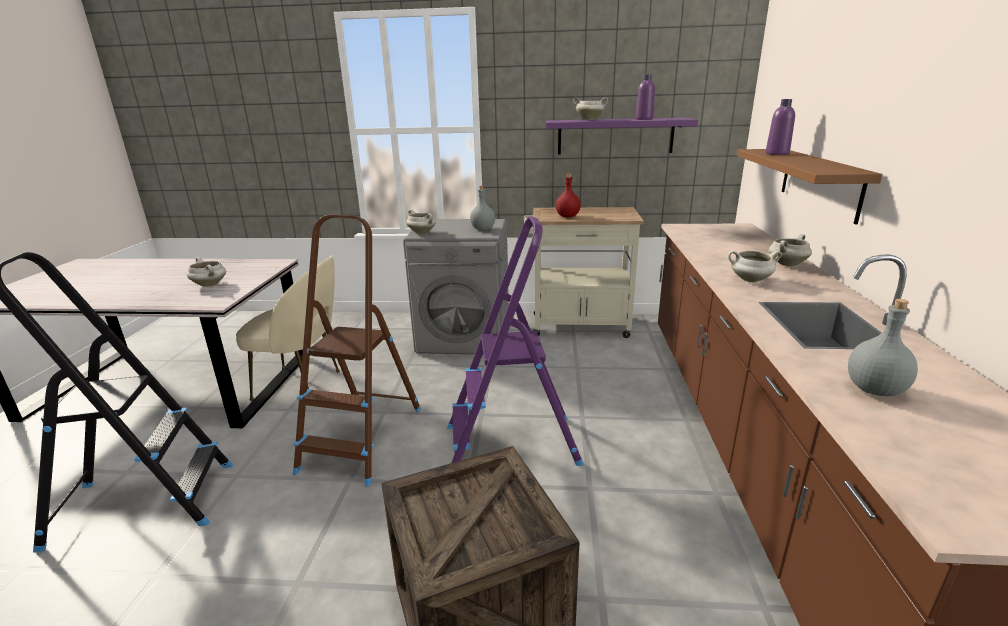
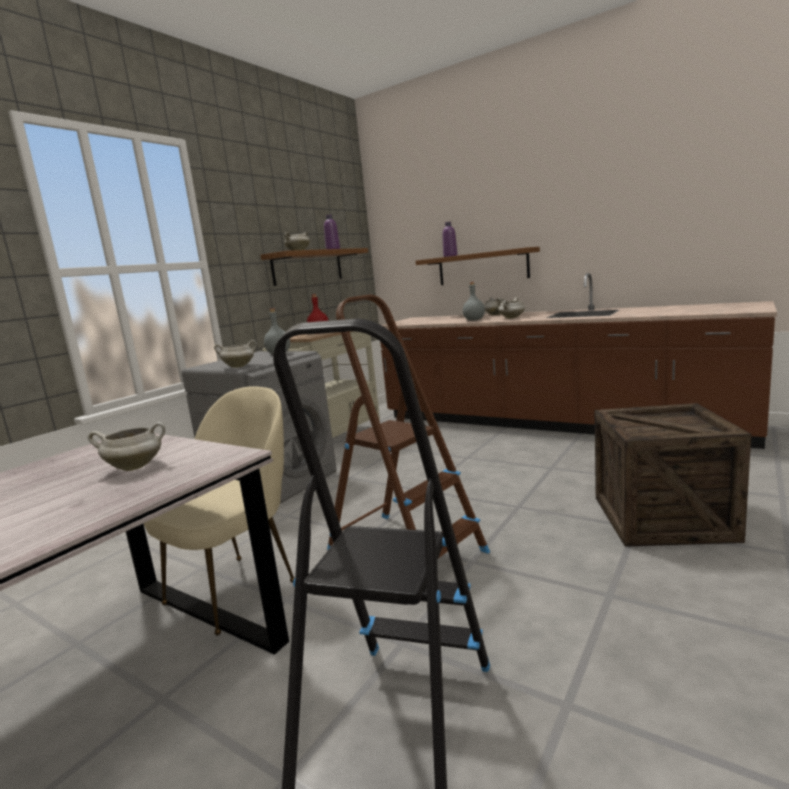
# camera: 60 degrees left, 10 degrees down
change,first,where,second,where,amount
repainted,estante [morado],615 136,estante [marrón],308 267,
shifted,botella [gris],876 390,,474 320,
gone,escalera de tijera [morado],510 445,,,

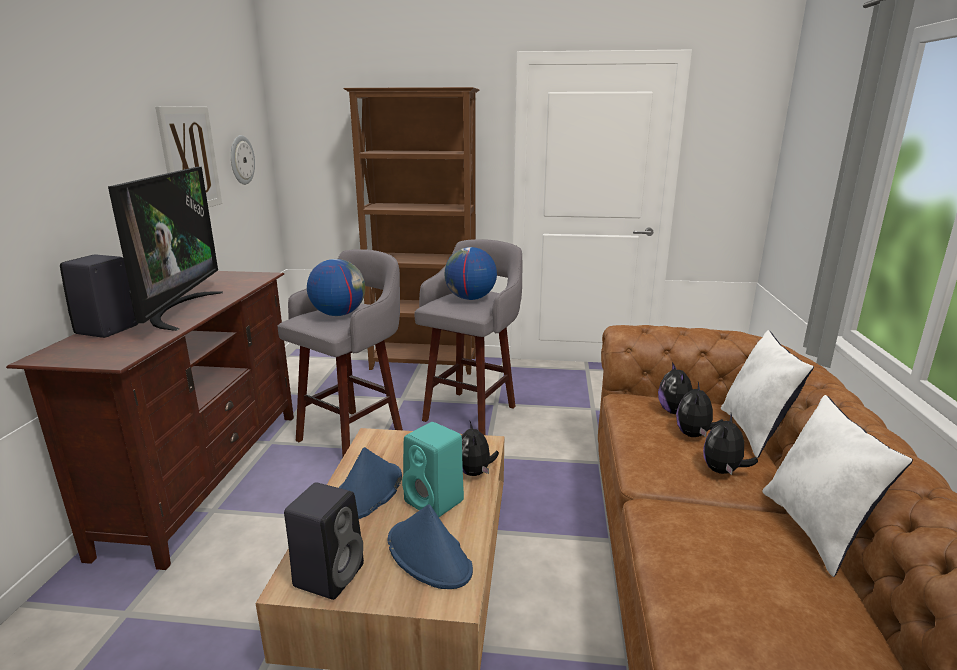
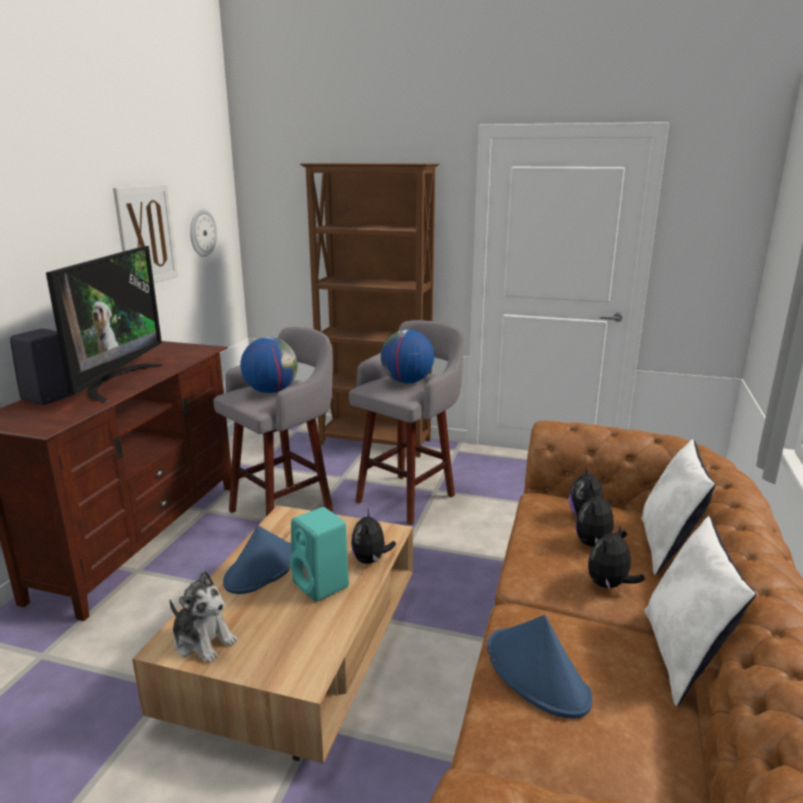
# camera: 10 degrees right, 0 degrees up
change,first,where,second,where,amount
swapped,altavoz [negro],330 574,peluche,203 641,
shifted,sombrero [azul],429 555,,537 673,

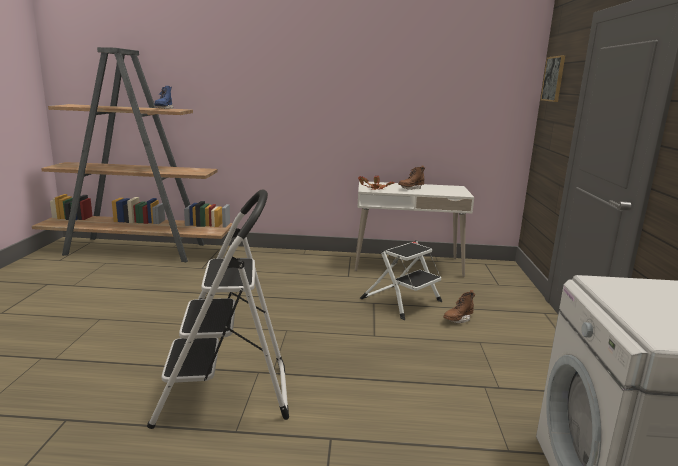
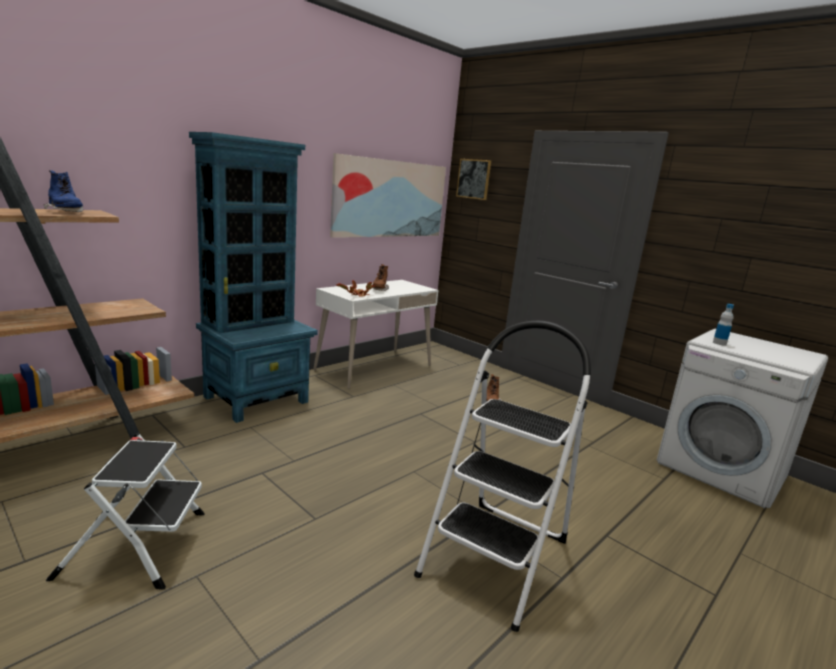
# camera: 50 degrees left, 0 degrees up
change,first,where,second,where,amount
shifted,escalera de tijera,401 301,,135 546,
new,,,armario [azul],257 400,
new,,,cuadro,391 199,
new,,,botella,719 343,

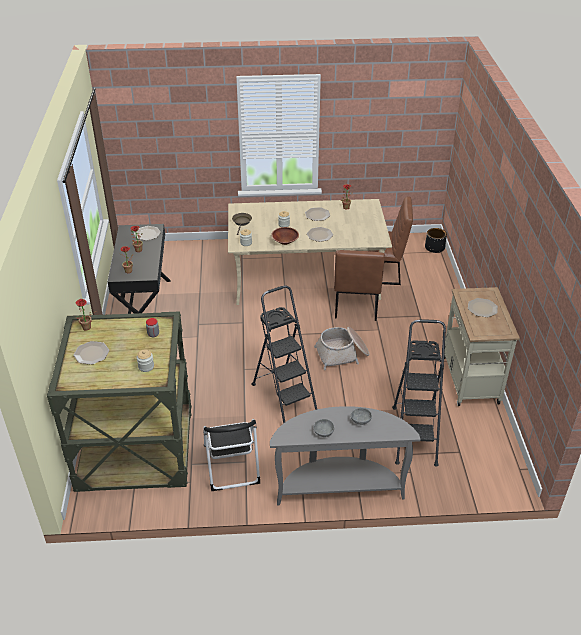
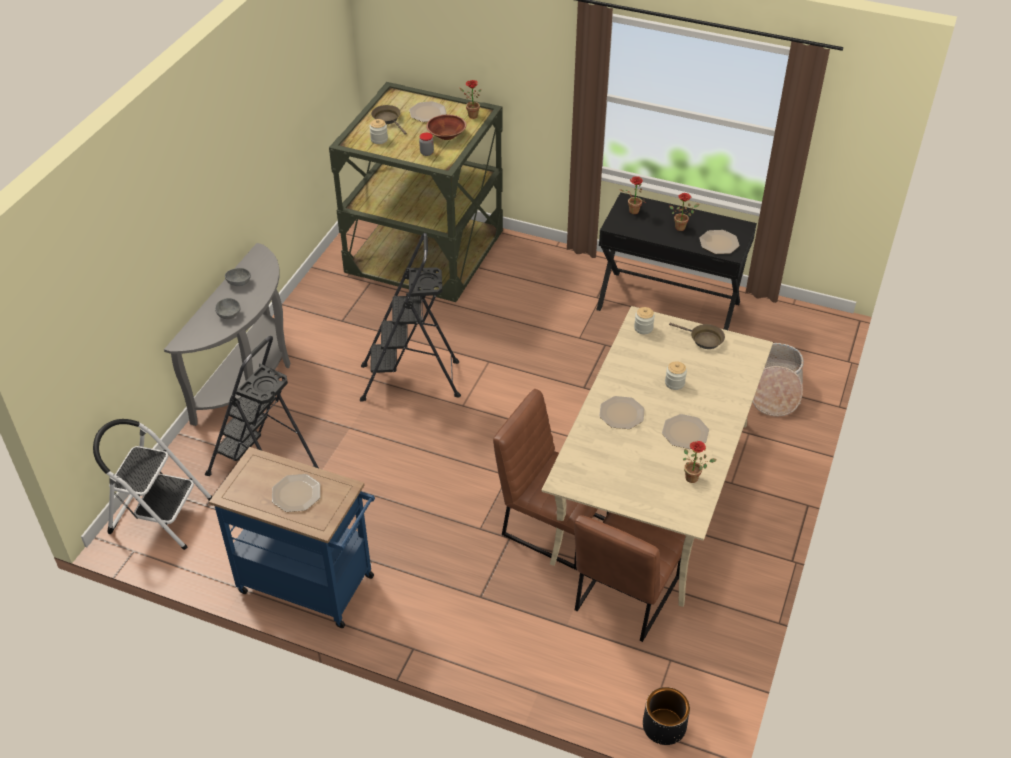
# camera: 115 degrees right, 5 degrees up
change,first,where,second,where,amount
shifted,escalera de tijera,231 466,,158 515,
repainted,carrito [beis],469 378,carrito [azul],310 586,
new,,,sartén [marrón],388 119,
shifted,cuenco [marrón],285 241,,446 135,
shifted,cesta,342 354,,773 390,

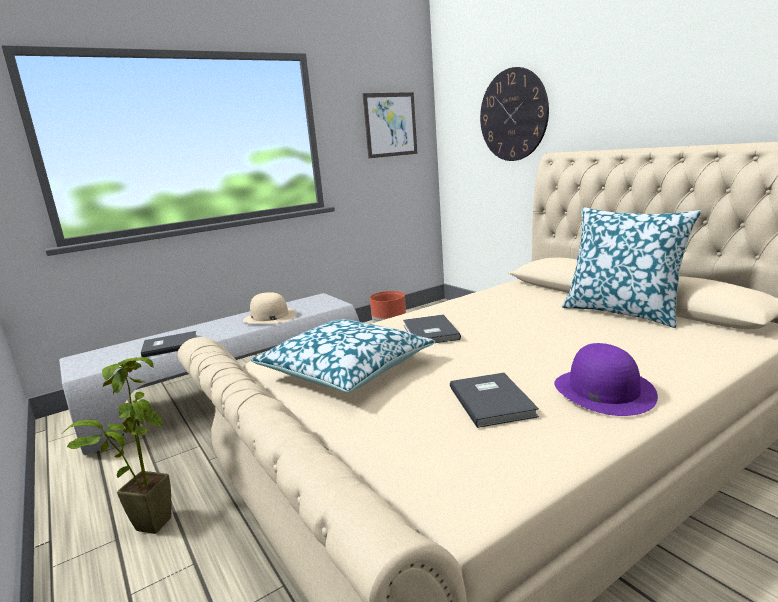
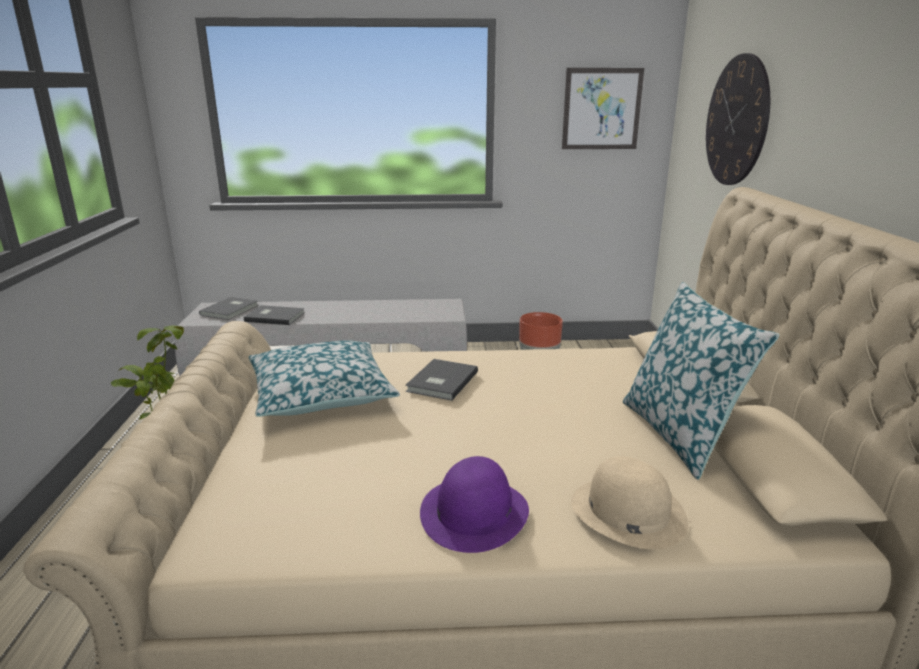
# camera: 30 degrees right, 5 degrees up
change,first,where,second,where,amount
shifted,libro [gris],493 400,,231 310,
shifted,sombrero [beis],269 317,,627 511,

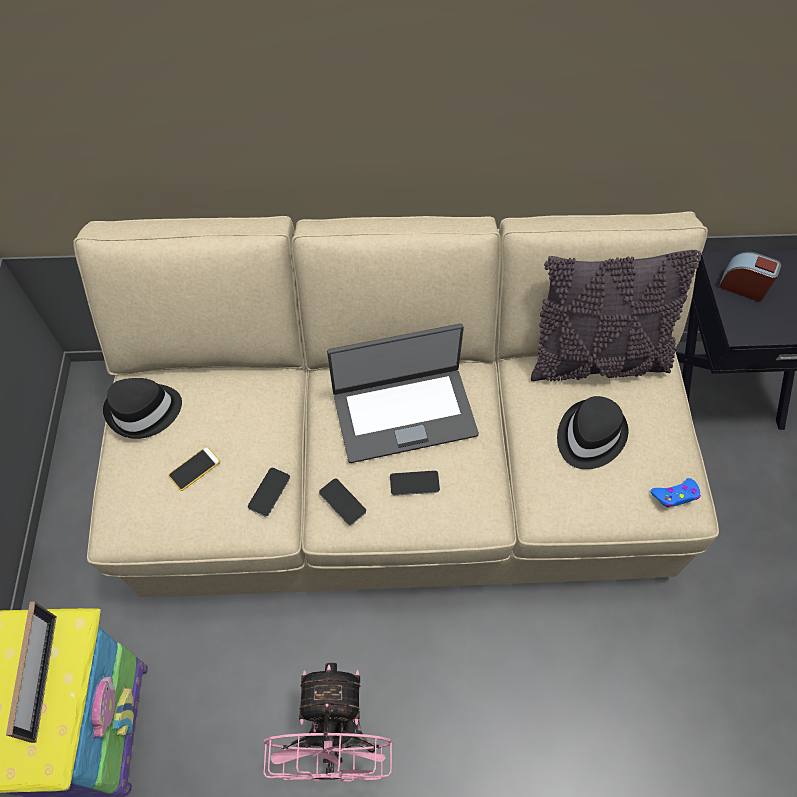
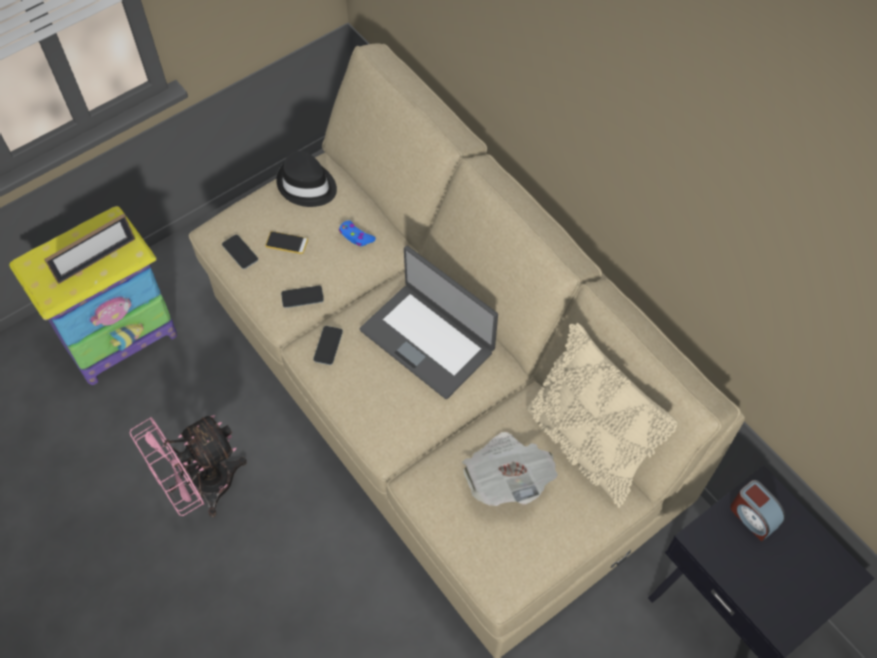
# camera: 55 degrees right, 0 degrees up
change,first,where,second,where,amount
shifted,móvil,414 483,,240 252,
shifted,mando de consola [azul],675 495,,356 237,
swapped,sombrero [negro],589 436,periódico,507 477,
repainted,cojín [negro],596 359,cojín [beis],587 446,
rotated,despertador,742 286,,753 517,150 degrees clockwise

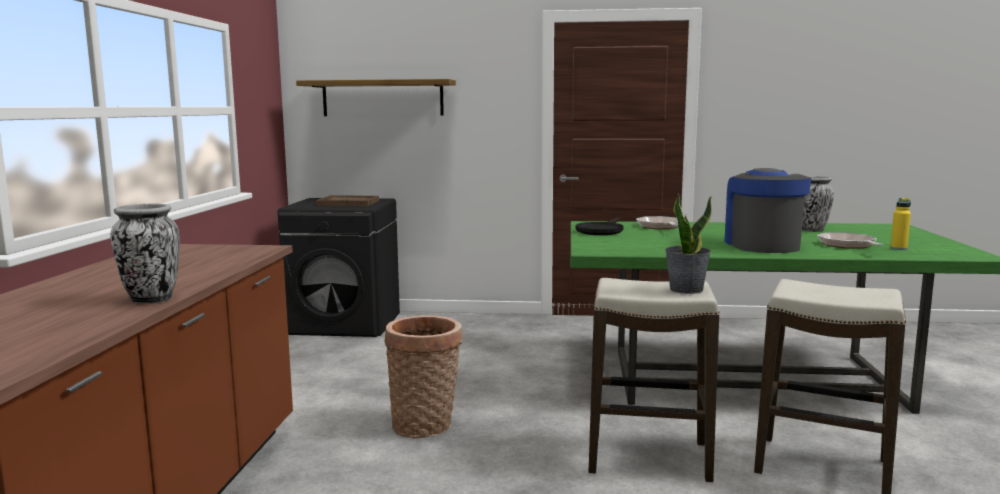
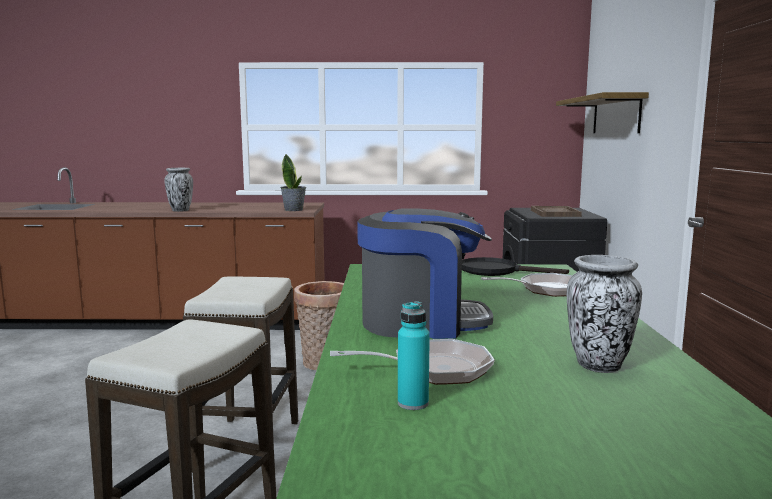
# camera: 85 degrees right, 0 degrees up
change,first,where,second,where,amount
shifted,planta en maceta,685 289,,294 210,
repainted,botella [amarillo],898 248,botella [turquesa],413 403,

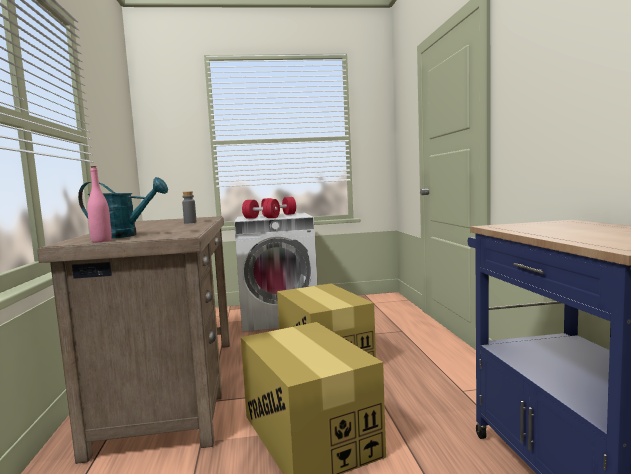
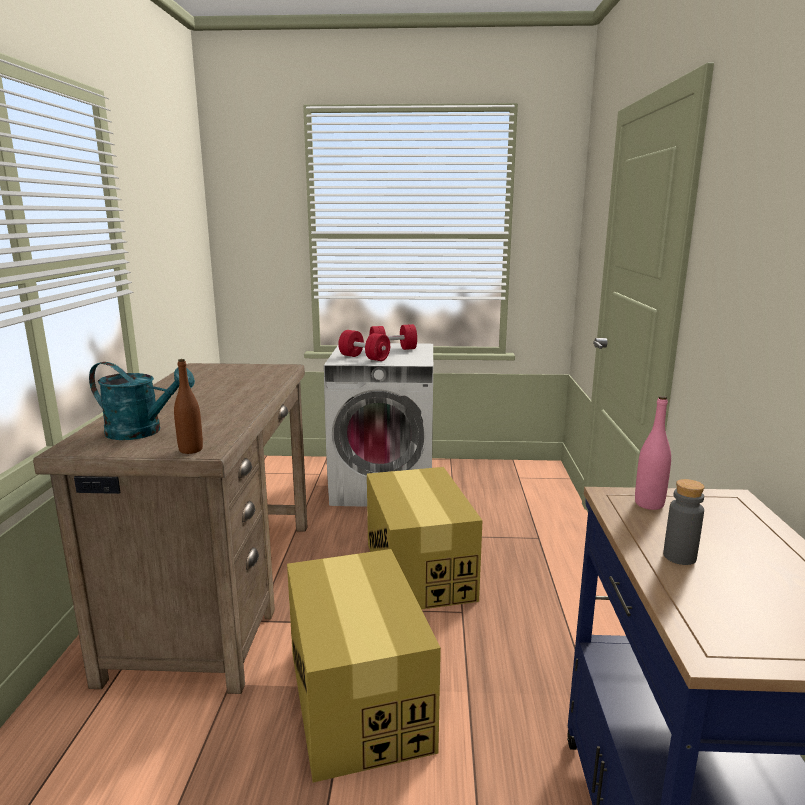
# camera: 10 degrees right, 10 degrees up
change,first,where,second,where,amount
new,,,botella [marrón],191 450,
shifted,botella [rosa],101 241,,649 504,
shifted,botella [gris],190 222,,679 557,

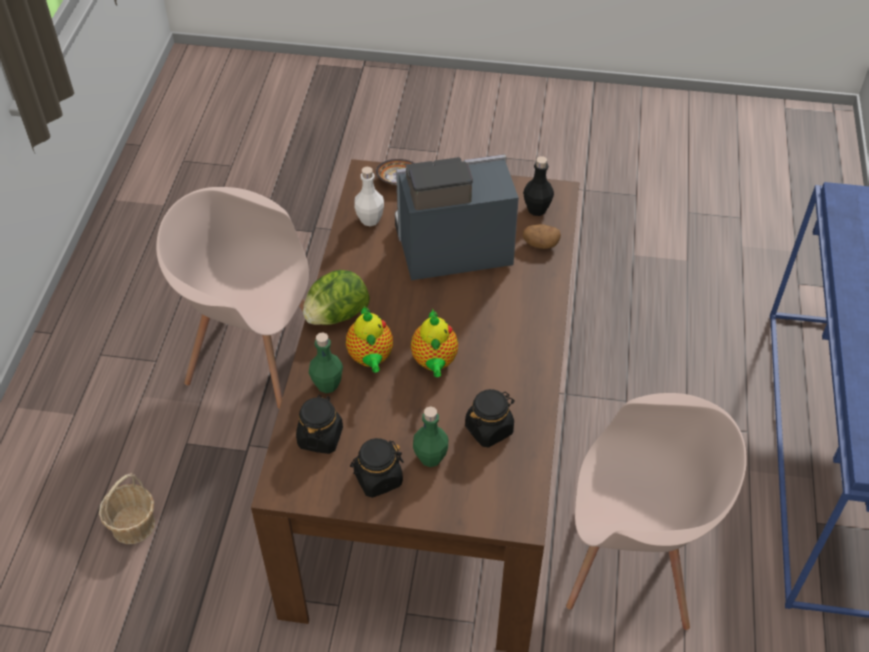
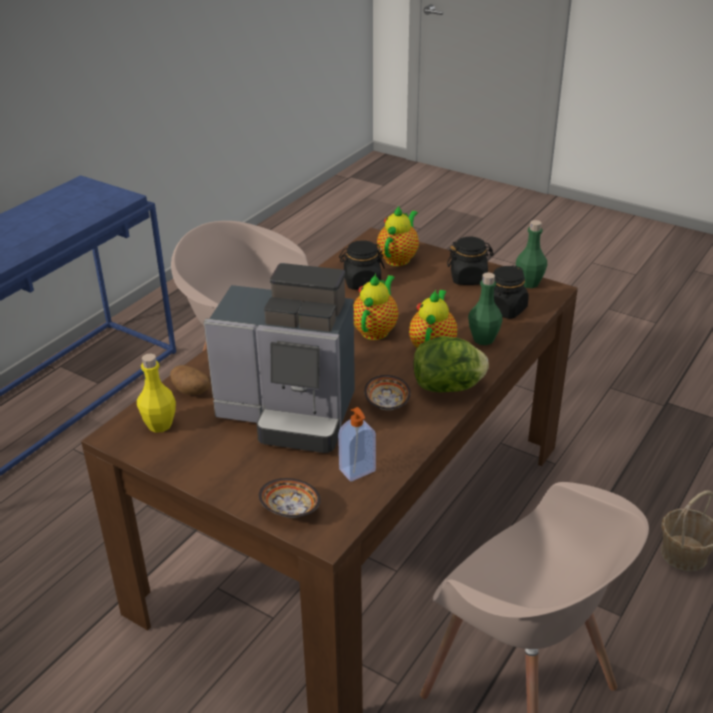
# camera: 155 degrees left, 15 degrees down
change,first,where,second,where,amount
repainted,botella [negro],537 209,botella [amarillo],159 425,
swapped,botella [blanco],370 219,dispensador de jabón,358 471,
new,,,cuenco,386 404,
new,,,tetera,399 258,
shifted,botella [verde],430 458,,529 283,

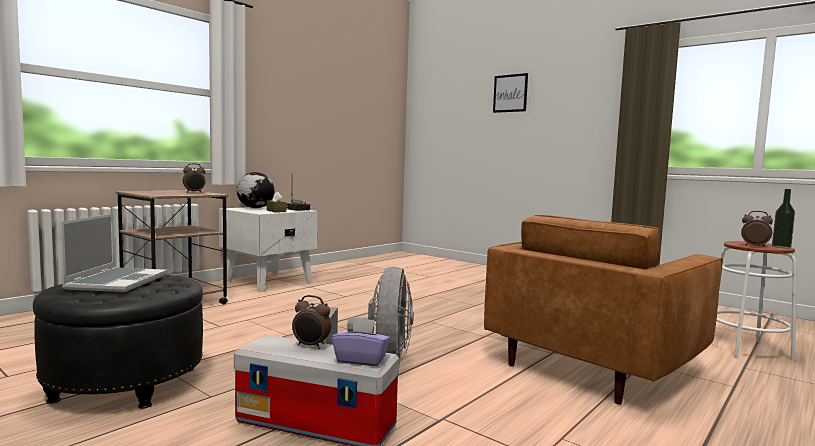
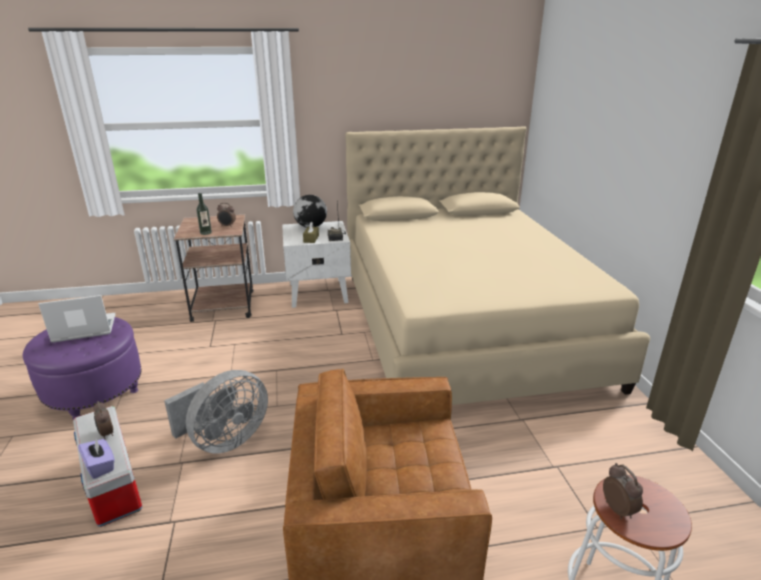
# camera: 40 degrees right, 20 degrees up
change,first,where,second,where,amount
repainted,puf [negro],126 384,puf [morado],95 391,
rotated,portátil,117 281,,83 329,150 degrees counterclockwise
shifted,botella,781 247,,206 233,
new,,,cama [beis],465 325,
gone,cuadro,510 93,,,

